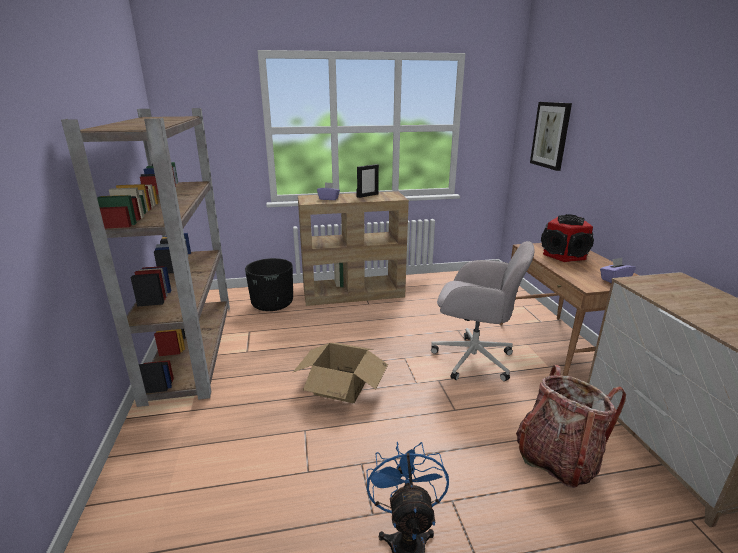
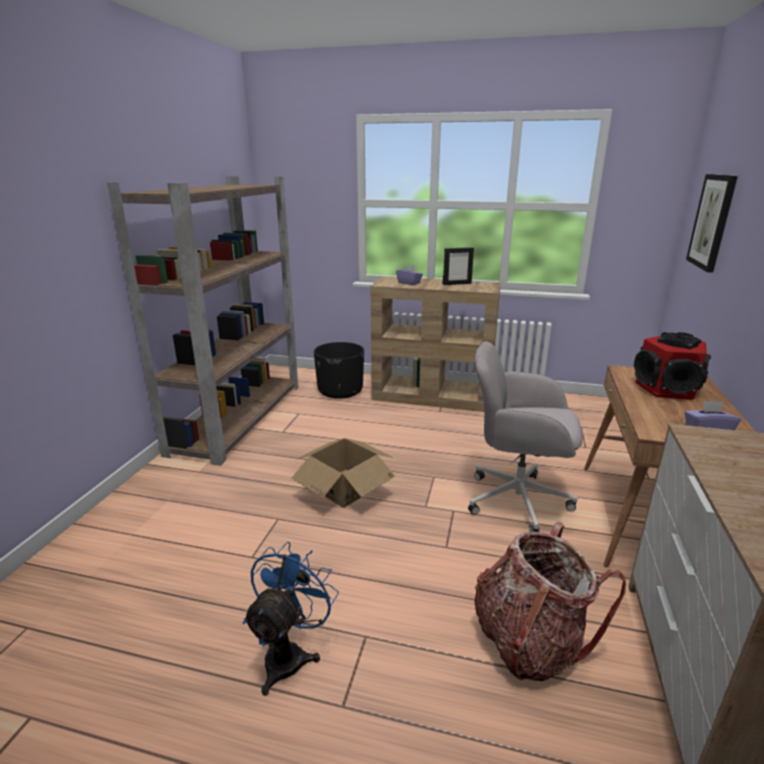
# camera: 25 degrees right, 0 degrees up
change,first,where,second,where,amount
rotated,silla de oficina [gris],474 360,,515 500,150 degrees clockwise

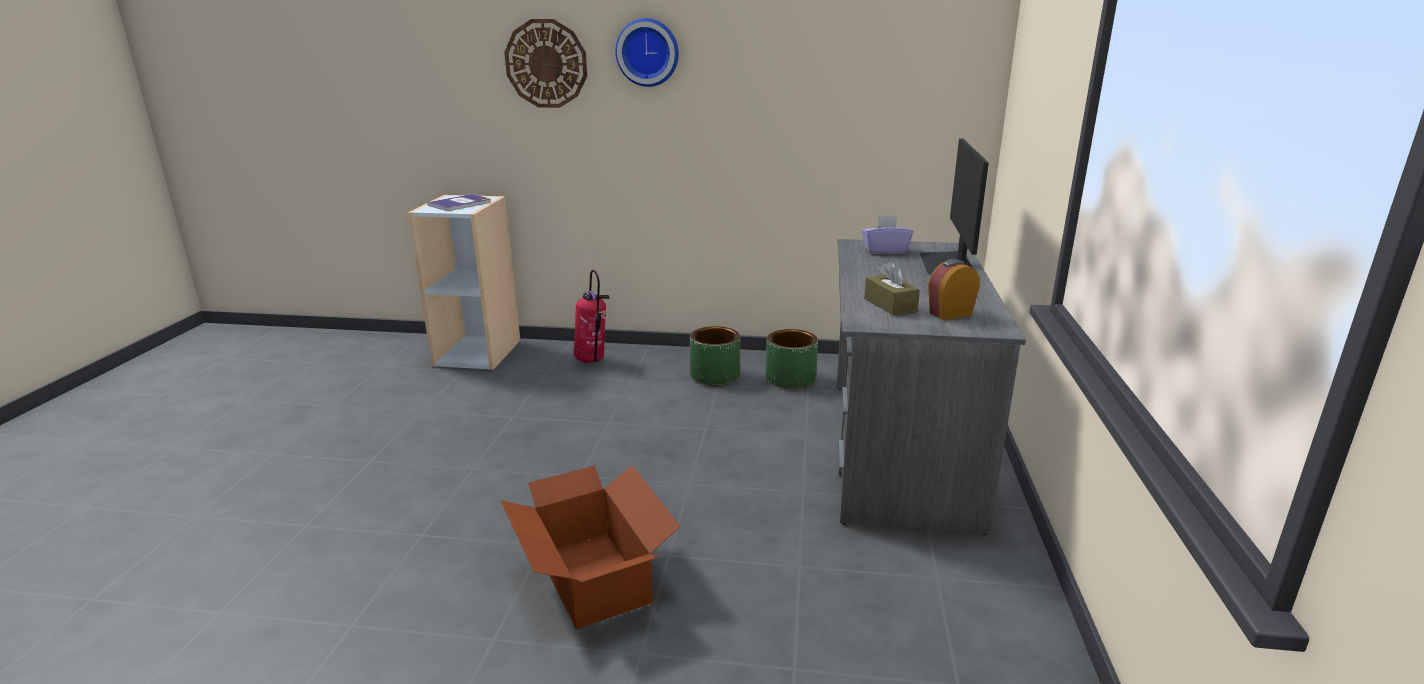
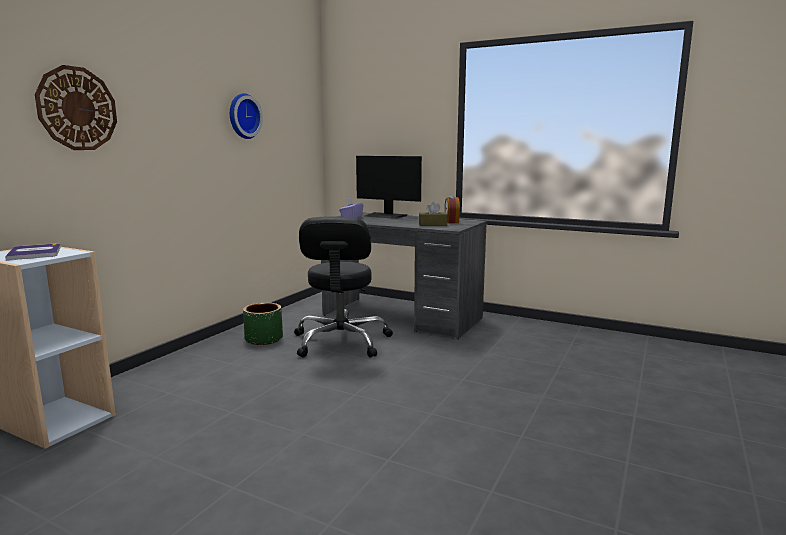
# camera: 70 degrees left, 10 degrees down
change,first,where,second,where,amount
shifted,reloj de pared,648 52,,242 116,
new,,,silla de oficina [negro],340 343,
gone,caja de cartón,592 579,,,
gone,extintor,592 361,,,
gone,maceta [verde],791 379,,,

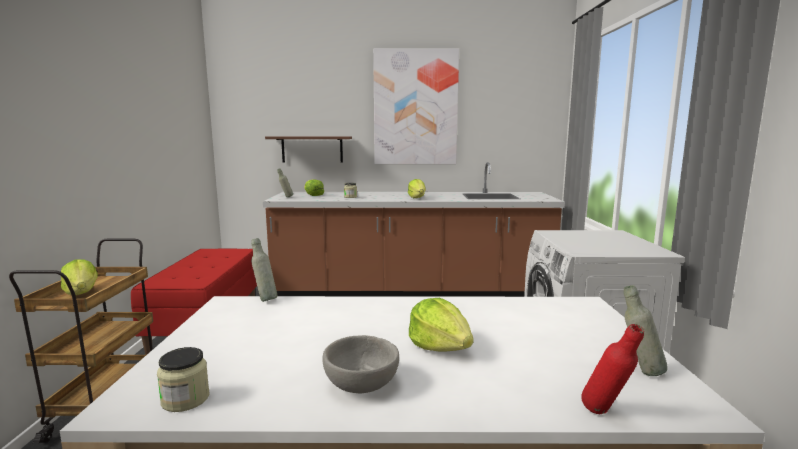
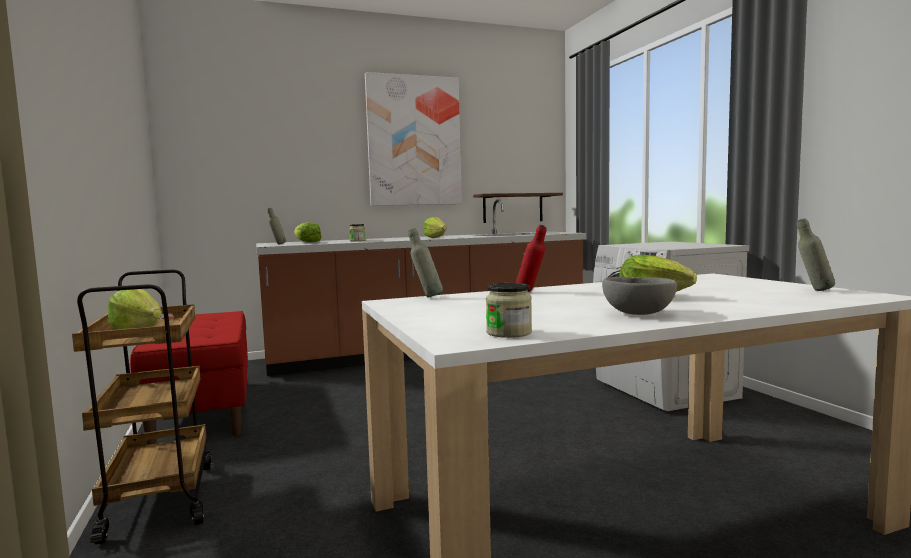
# camera: 20 degrees left, 5 degrees down
change,first,where,second,where,amount
shifted,estante,312 149,,513 208,
shifted,botella [rojo],606 415,,531 292,

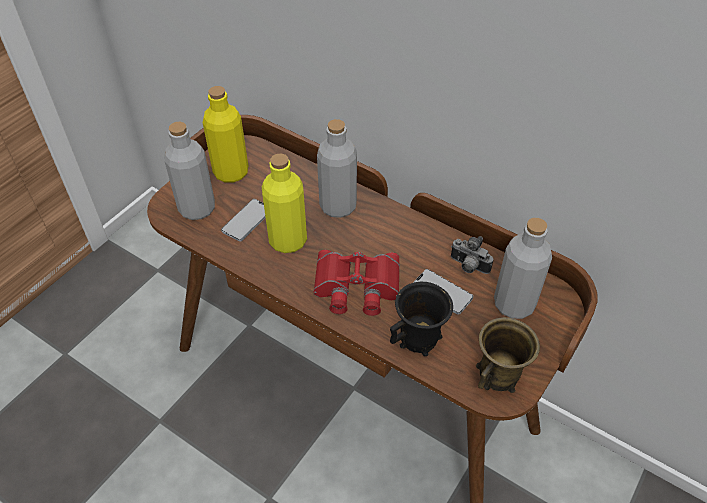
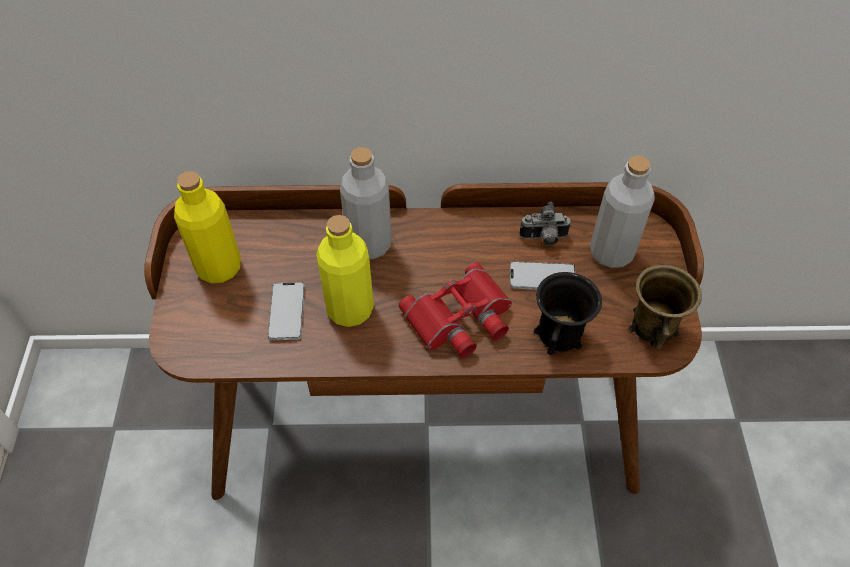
# camera: 35 degrees left, 5 degrees up
change,first,where,second,where,amount
gone,botella [gris],197 208,,,

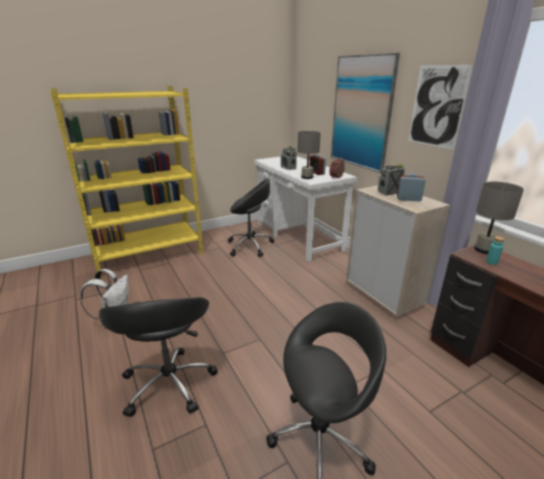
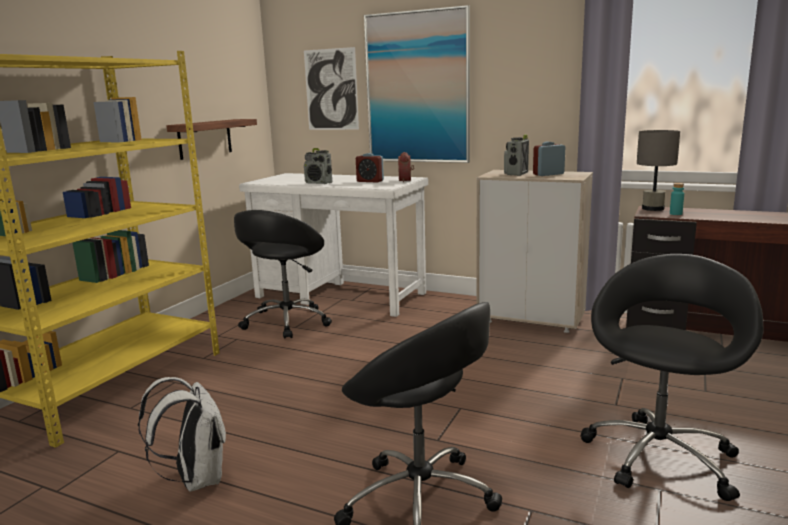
# camera: 35 degrees left, 10 degrees down
change,first,where,second,where,amount
new,,,estante,205 138,
rotated,silla de oficina [negro],251 246,,285 323,135 degrees clockwise
shifted,cuadro,437 106,,331 89,
gone,lámpara de mesa [gris],307 177,,,

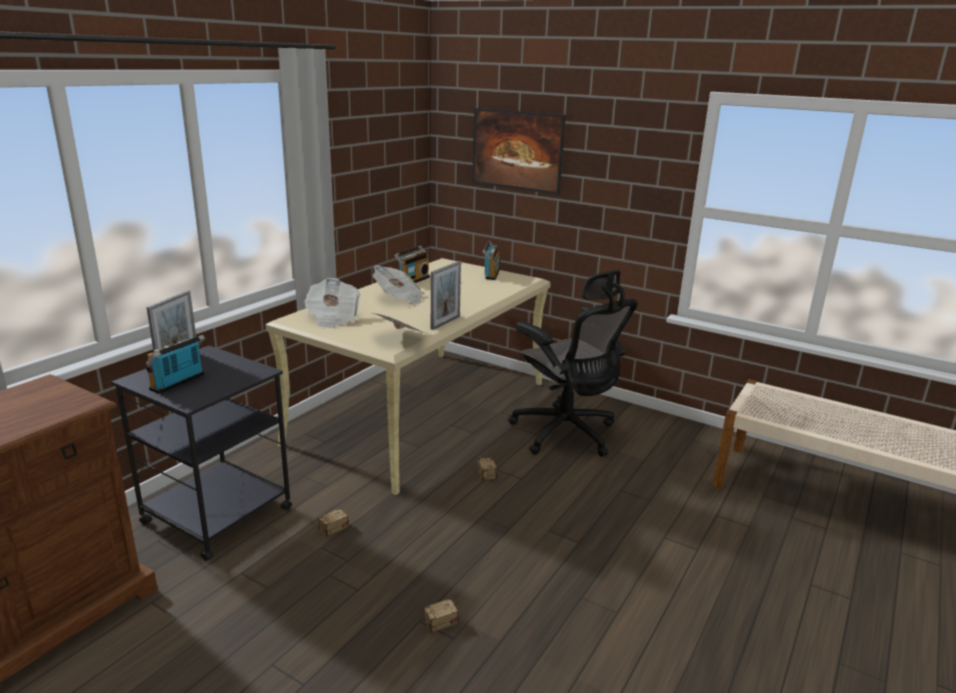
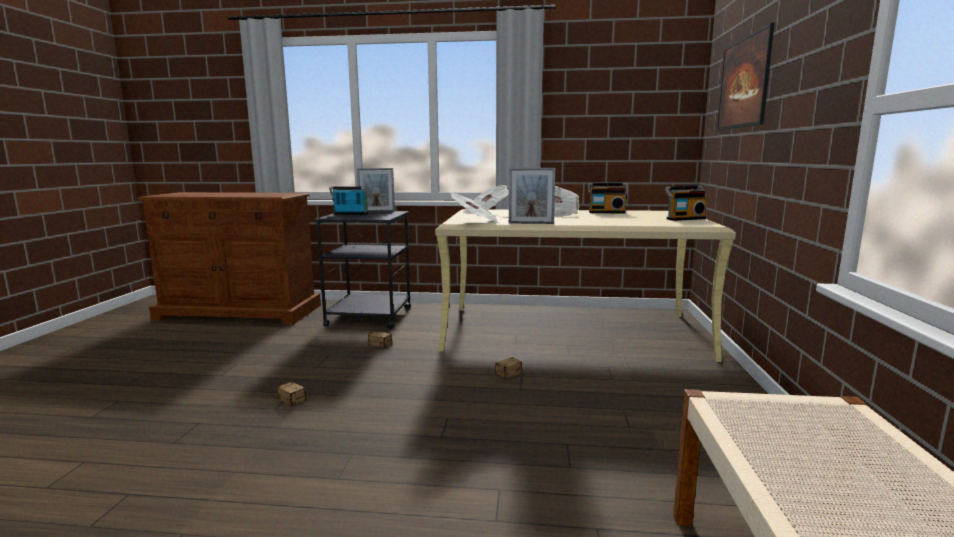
# camera: 65 degrees right, 10 degrees down
change,first,where,second,where,amount
gone,silla de oficina,565 432,,,

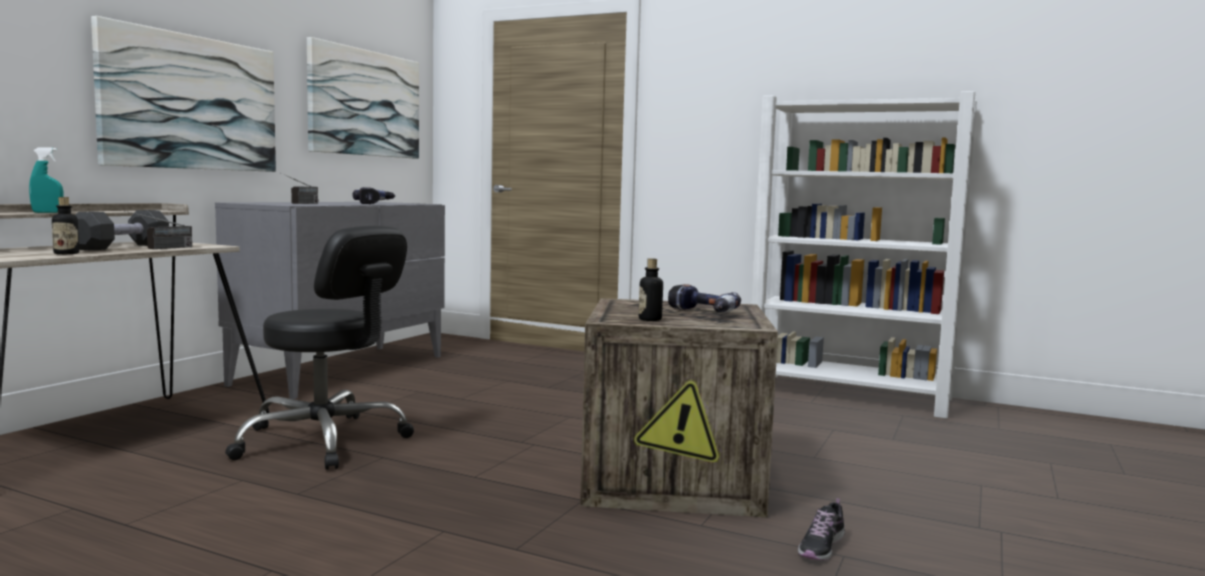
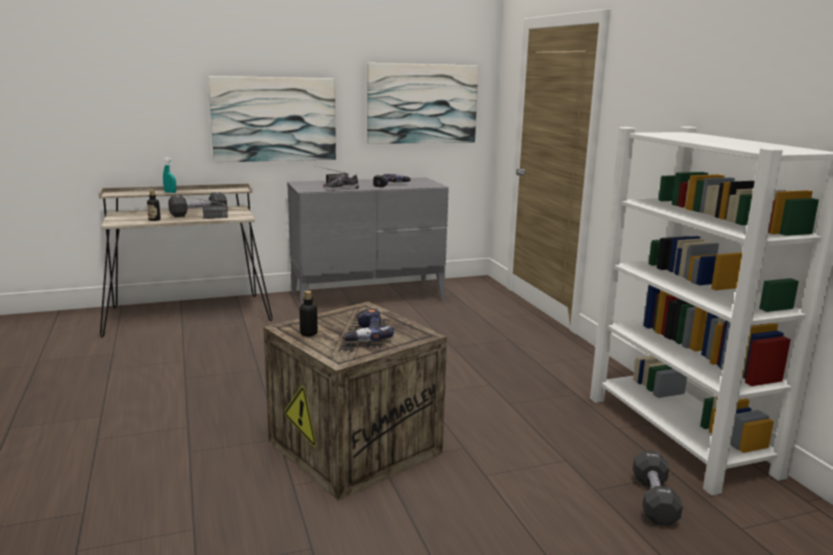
# camera: 45 degrees right, 10 degrees up
change,first,where,second,where,amount
shifted,zapato,821 547,,341 189,
new,,,mancuerna [negro],654 500,
gone,silla de oficina [negro],328 443,,,

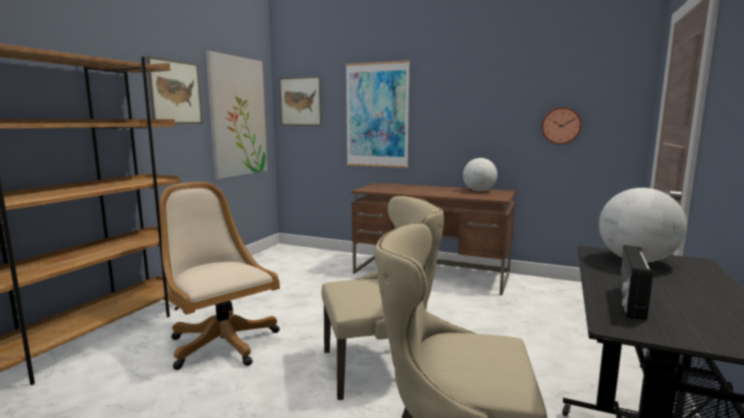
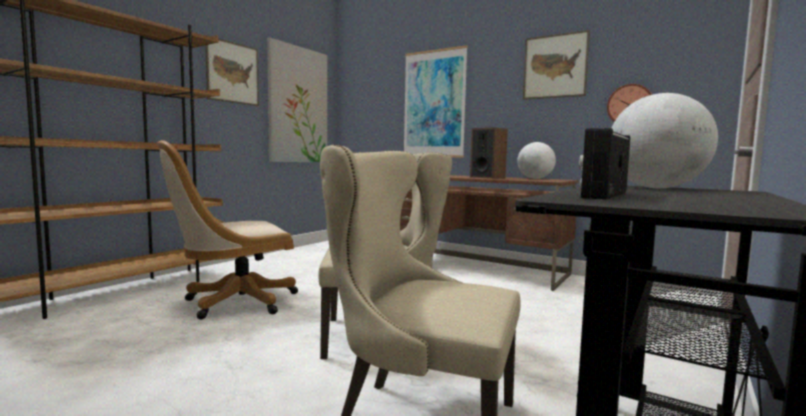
# camera: 10 degrees right, 5 degrees down
change,first,where,second,where,amount
rotated,silla de oficina,220 340,,233 302,90 degrees counterclockwise
new,,,altavoz,487 177,
shifted,cuadro,300 101,,555 66,

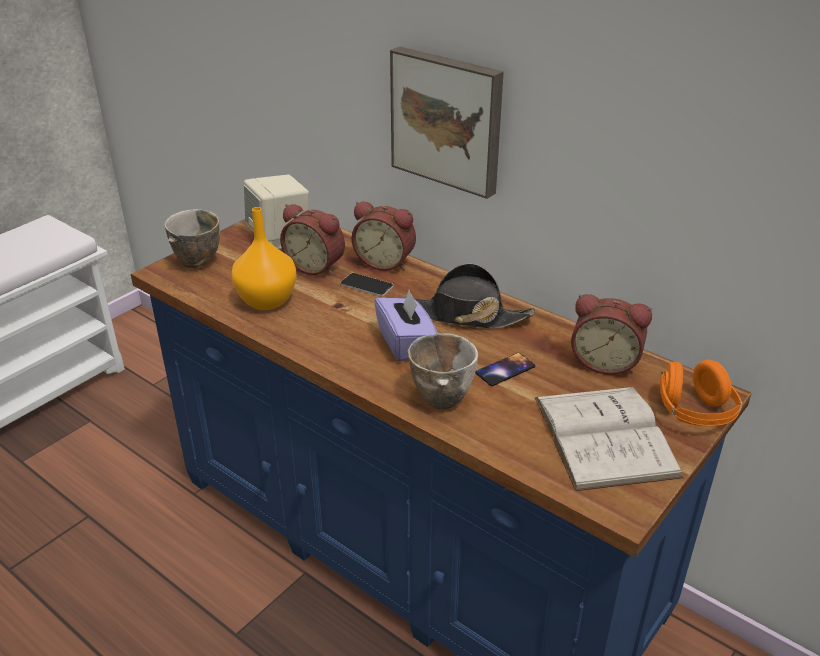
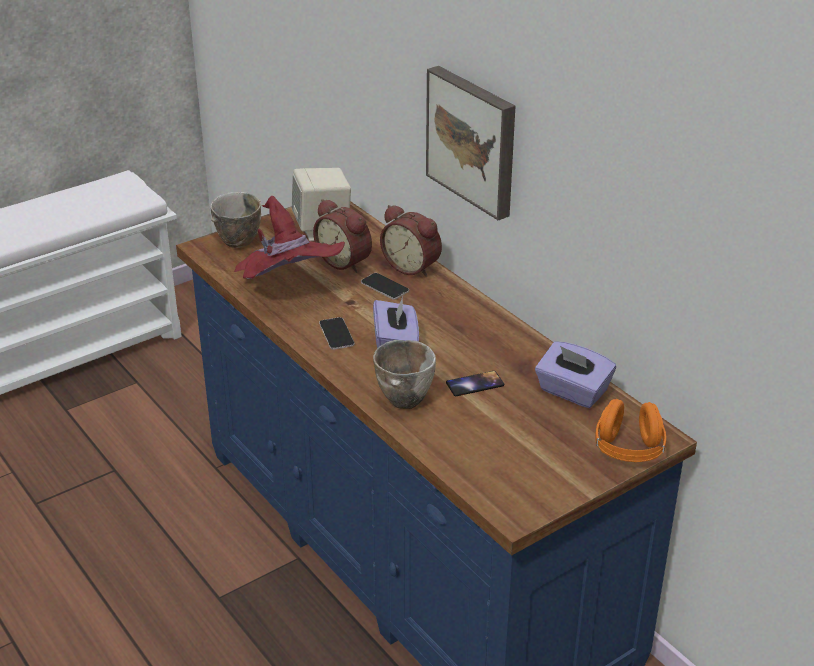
# camera: 15 degrees right, 0 degrees up
change,first,where,second,where,amount
swapped,florero [naranja],268 301,sombrero [rojo],289 288,
new,,,móvil,336 334,
swapped,despertador,605 362,caja de pañuelos [morado],572 392,
gone,sombrero [negro],466 315,,,
gone,libro [blanco],604 436,,,

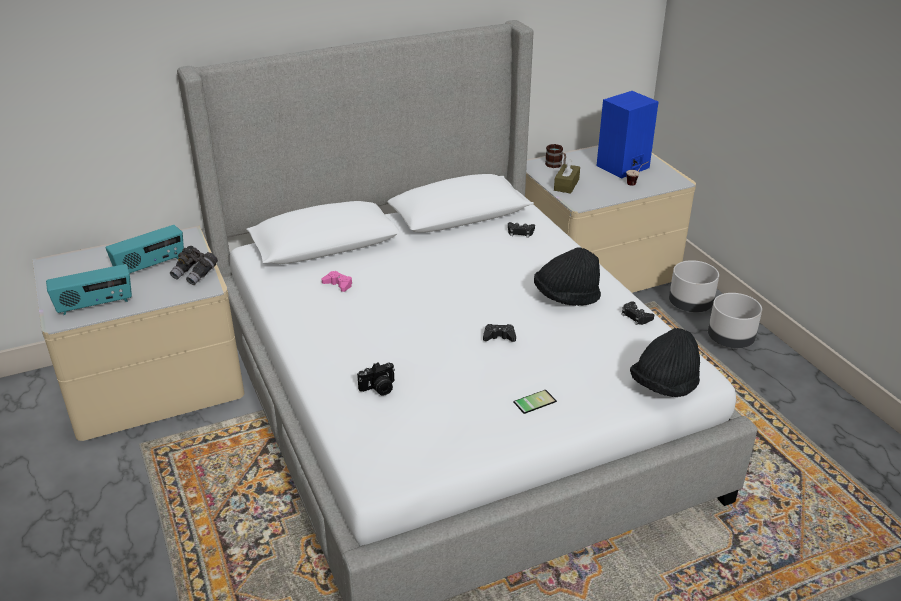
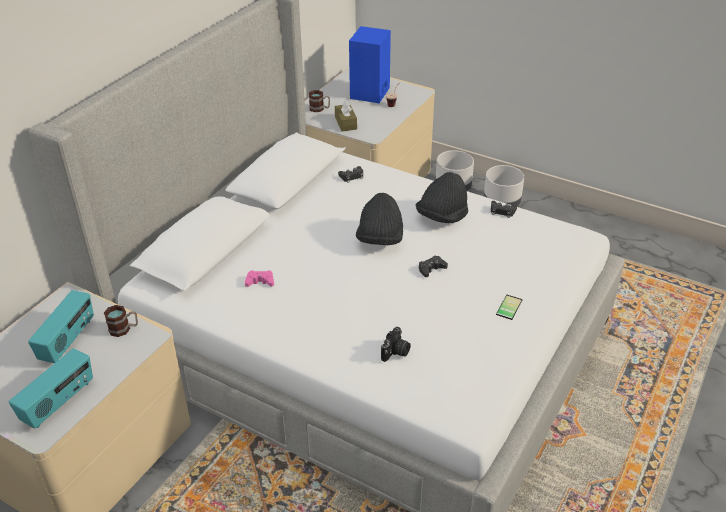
# camera: 35 degrees left, 5 degrees up
change,first,where,second,where,amount
swapped,prismáticos [gris],195 274,taza grande,124 329,
shifted,sombrero [negro],664 386,,380 239,

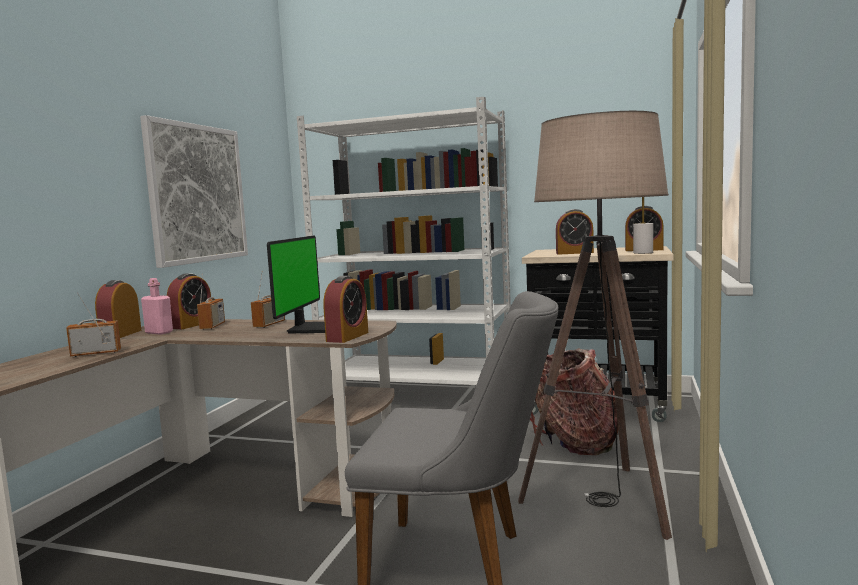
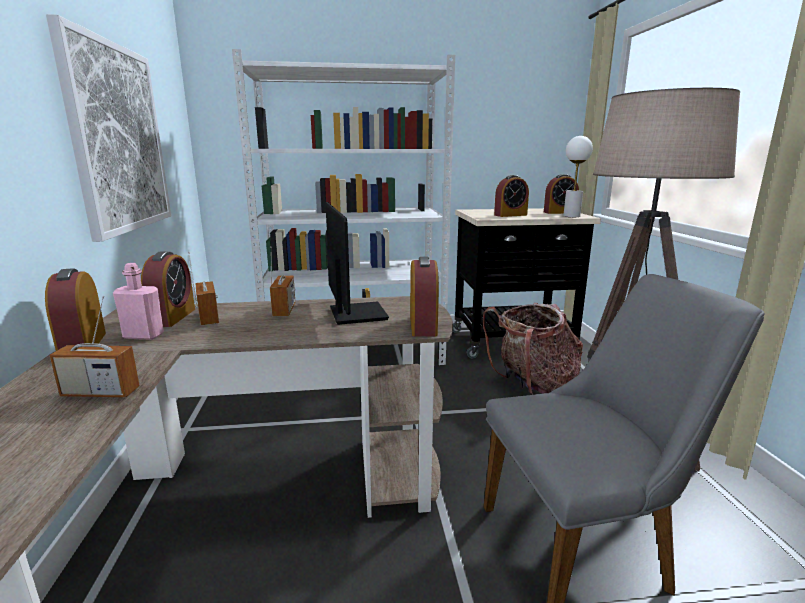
# camera: 25 degrees left, 10 degrees up
change,first,where,second,where,amount
rotated,radio,96 353,,100 393,135 degrees counterclockwise

